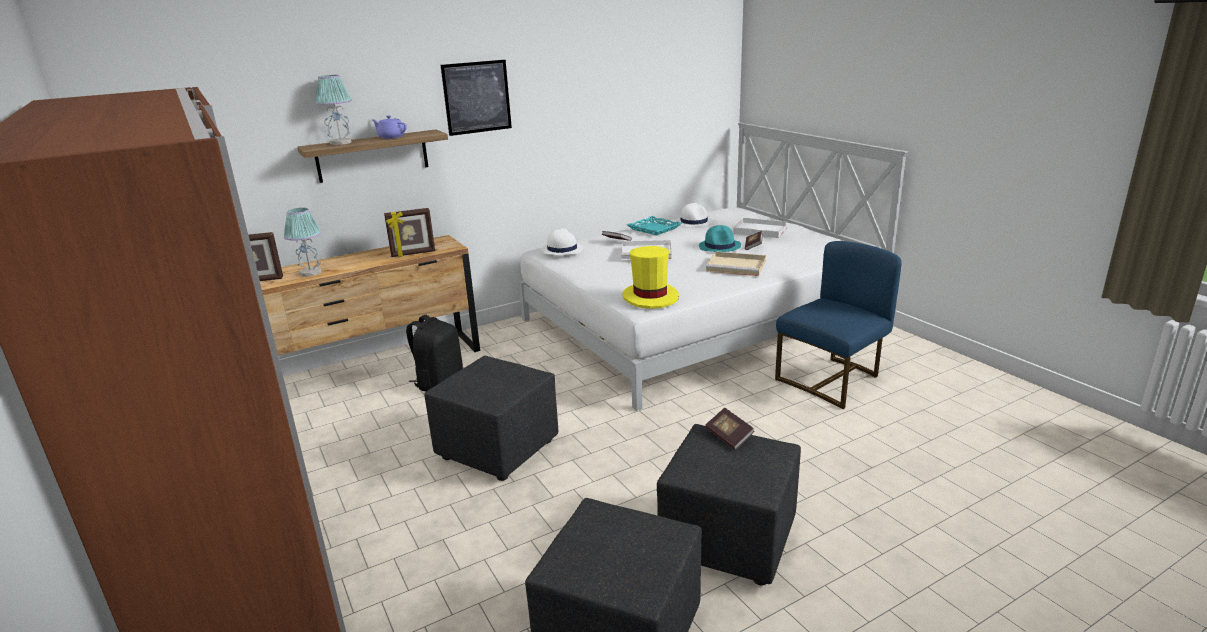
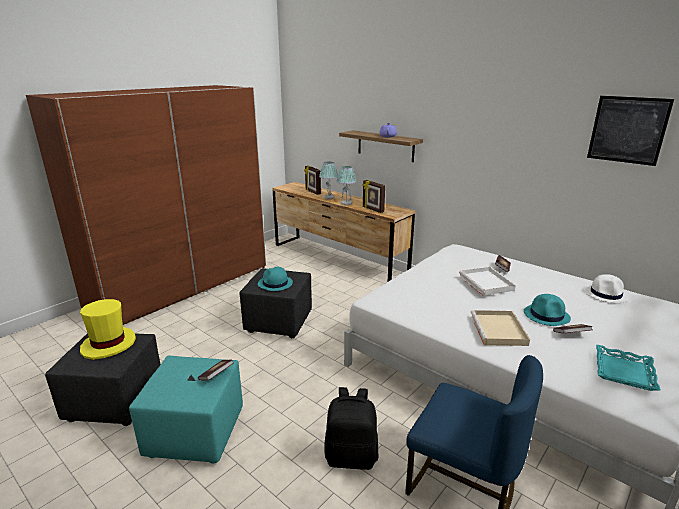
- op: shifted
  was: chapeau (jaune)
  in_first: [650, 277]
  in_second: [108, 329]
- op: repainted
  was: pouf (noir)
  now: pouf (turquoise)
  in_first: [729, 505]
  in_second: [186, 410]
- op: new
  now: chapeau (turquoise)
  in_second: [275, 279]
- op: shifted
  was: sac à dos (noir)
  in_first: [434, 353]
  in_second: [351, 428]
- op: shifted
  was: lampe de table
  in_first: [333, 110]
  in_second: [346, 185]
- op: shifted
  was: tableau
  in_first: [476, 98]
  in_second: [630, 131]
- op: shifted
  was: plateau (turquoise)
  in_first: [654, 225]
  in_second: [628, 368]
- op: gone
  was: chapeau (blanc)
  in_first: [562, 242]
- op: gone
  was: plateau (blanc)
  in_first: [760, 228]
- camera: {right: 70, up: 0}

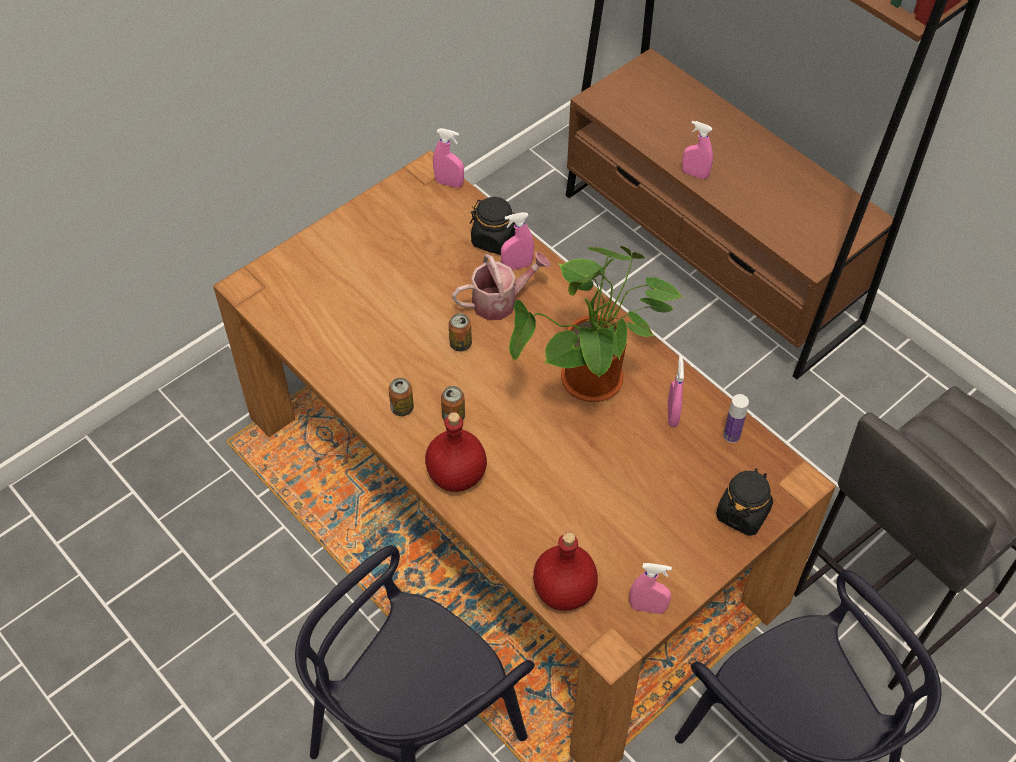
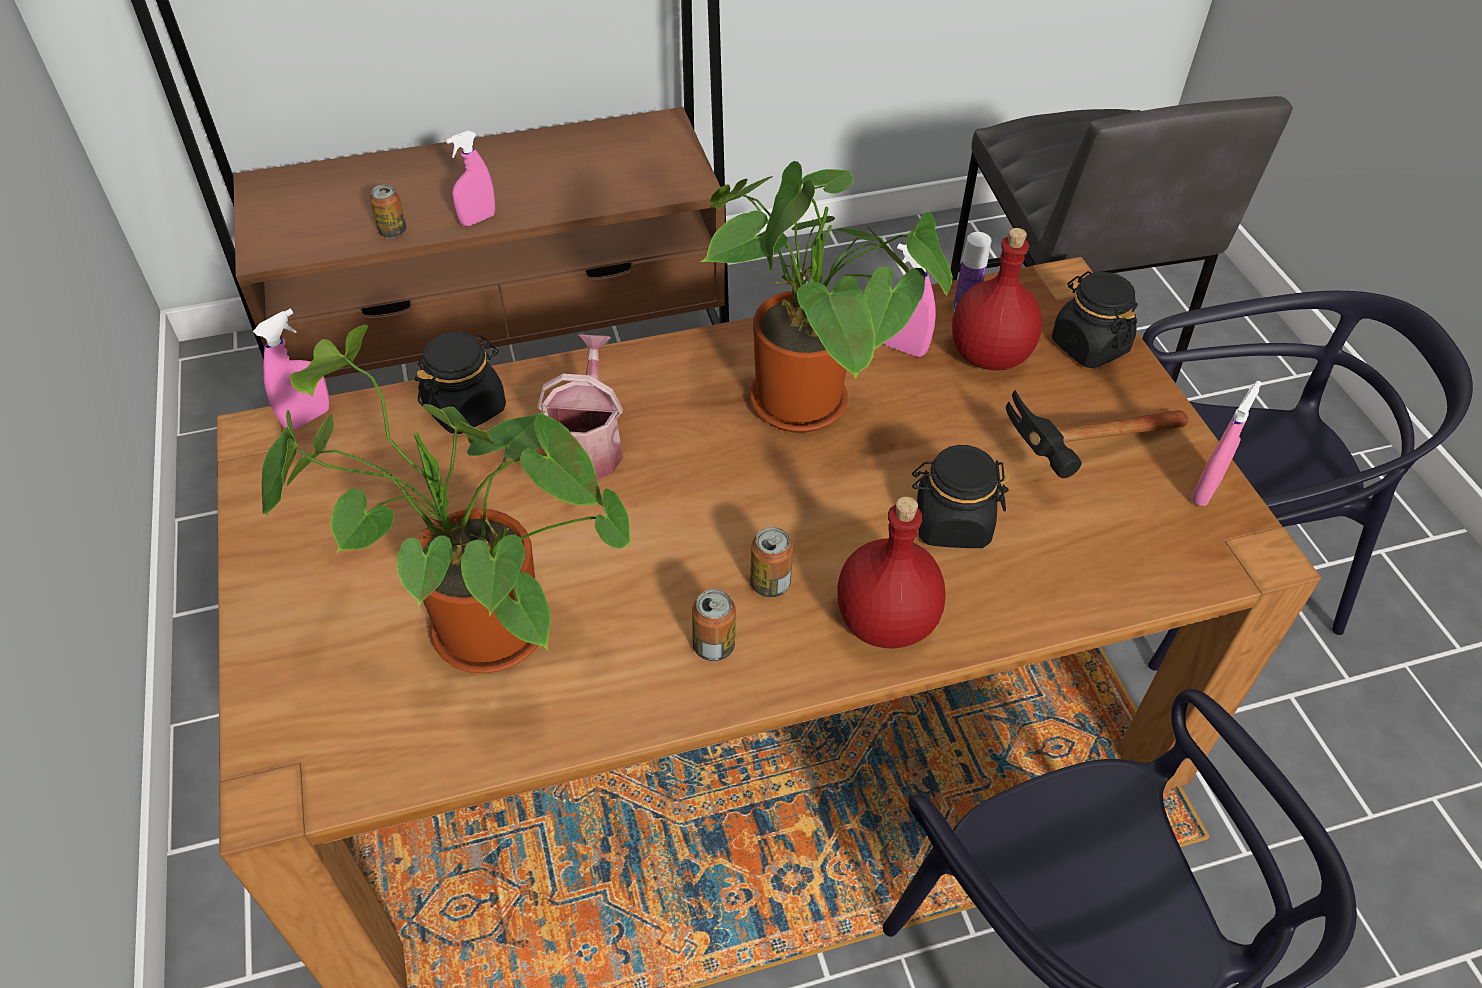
- op: new
  now: plante en pot
  in_second: [447, 499]
- op: shifted
  was: boîte métallique
  in_first: [460, 332]
  in_second: [388, 211]
- op: new
  now: bocal (noir)
  in_second: [961, 496]
- op: shifted
  was: bouteille (rouge)
  in_first: [565, 571]
  in_second: [997, 299]
- op: new
  now: marteau
  in_second: [1097, 434]
- op: gone
  was: vaporisateur (rose)
  in_first: [517, 241]
- camera: {right: -65, up: -5}

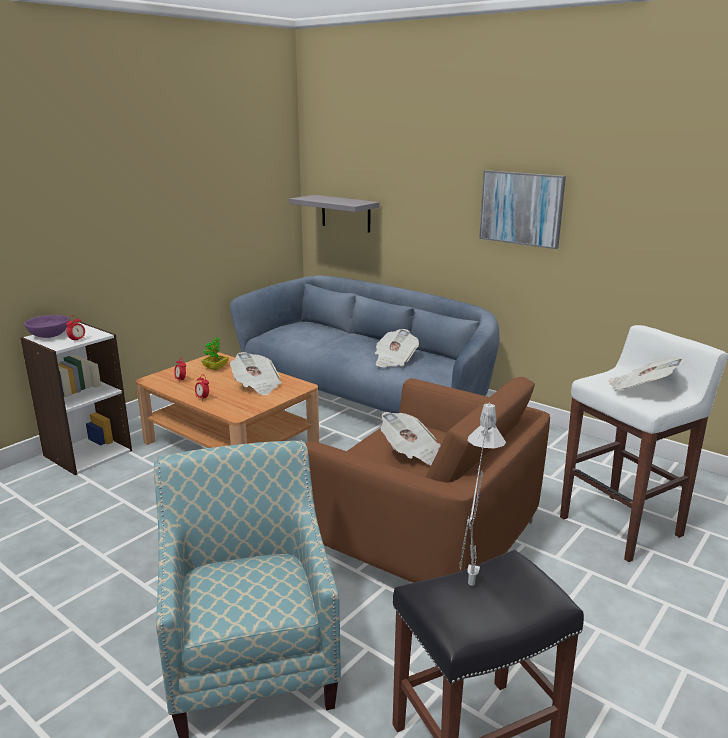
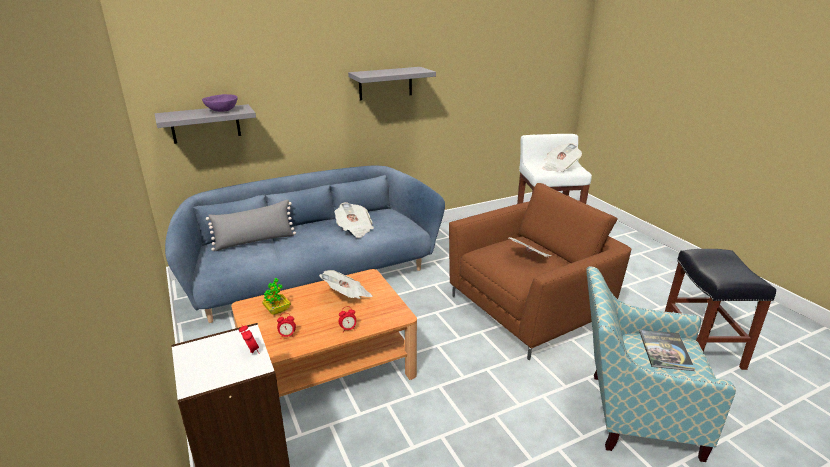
- op: shifted
  was: bol (violet)
  in_first: [47, 326]
  in_second: [220, 103]
- op: new
  now: coussin (gris)
  in_second: [251, 225]
- op: swapped
  was: tableau
  now: étagère (gris)
  in_first: [522, 209]
  in_second: [392, 83]
- op: new
  now: livre
  in_second: [667, 350]
- op: gone
  was: lampe de table (gris)
  in_first: [483, 494]
- camera: {right: -65, up: 5}

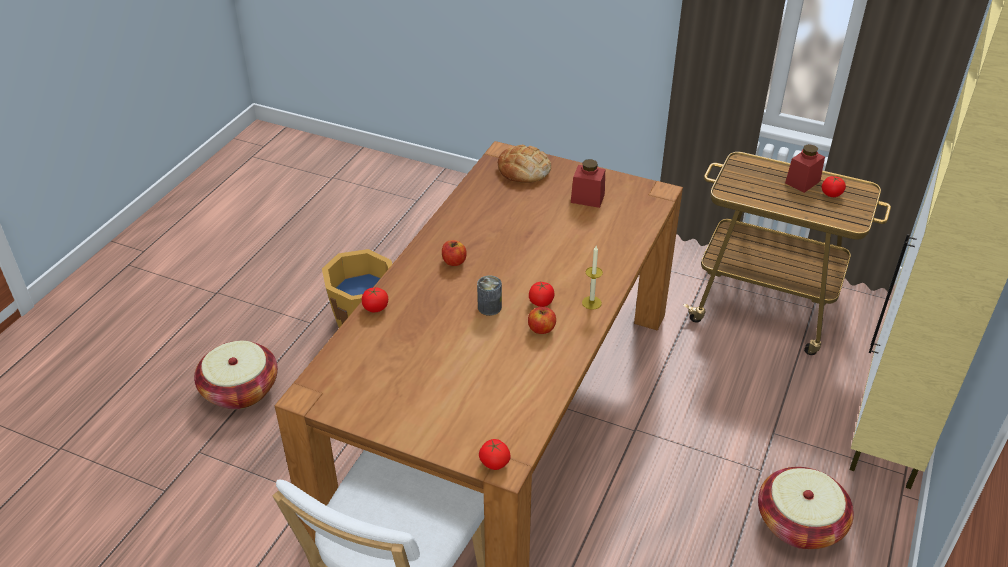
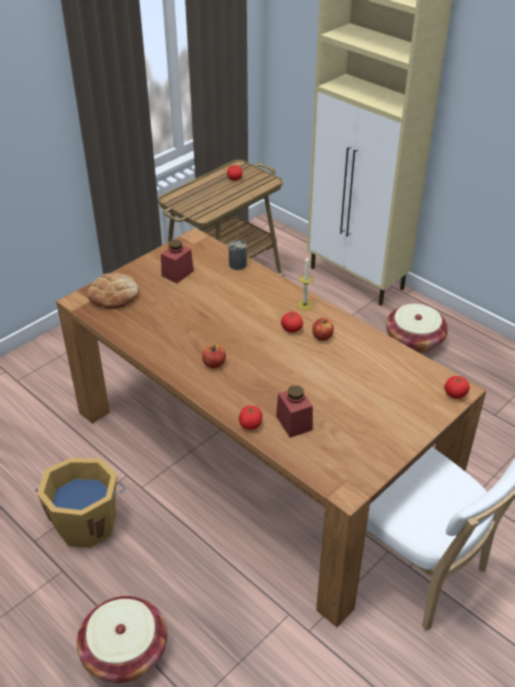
- op: shifted
  was: boîte métallique
  in_first: [489, 295]
  in_second: [237, 255]
- op: shifted
  was: bocal (rouge)
  in_first: [805, 168]
  in_second: [294, 411]
- camera: {right: -70, up: 0}

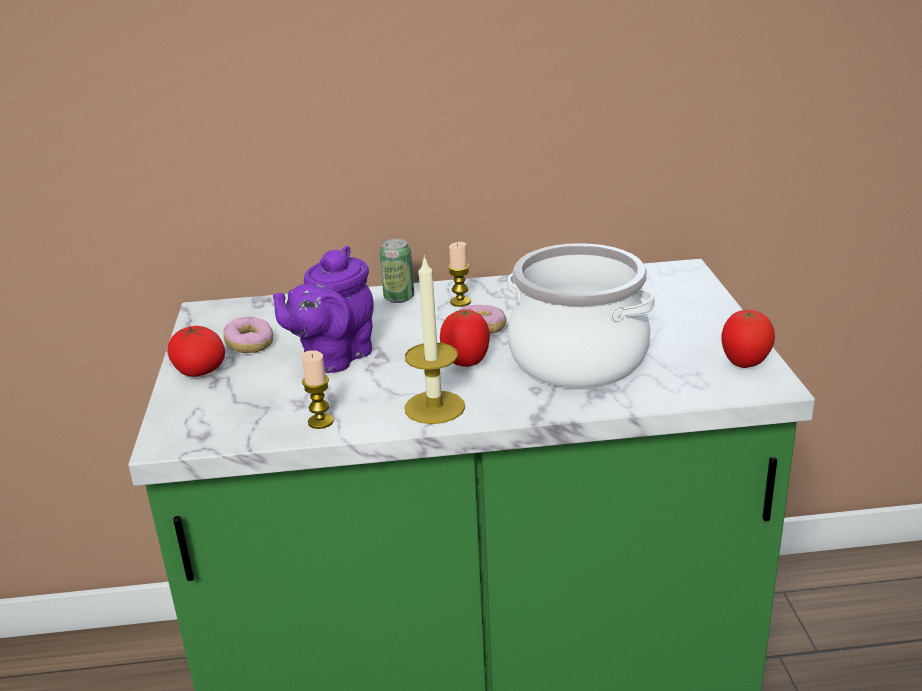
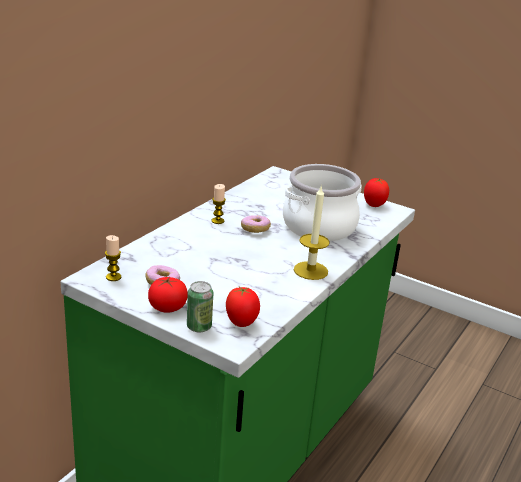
- op: shifted
  was: bougie
  in_first: [317, 389]
  in_second: [113, 258]
- op: shifted
  was: boîte métallique
  in_first: [397, 271]
  in_second: [200, 307]
- op: shifted
  was: tomate
  in_first: [465, 337]
  in_second: [243, 307]
- op: gone
  was: théière (violet)
  in_first: [323, 309]
- camera: {right: -55, up: 0}

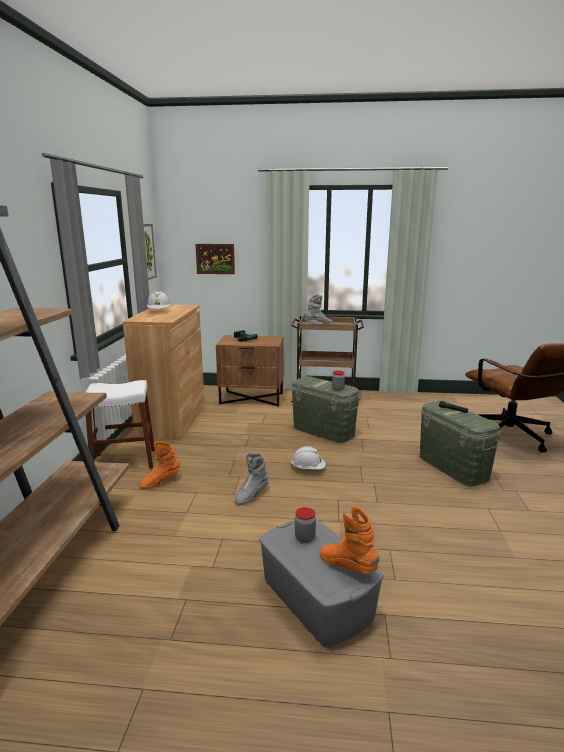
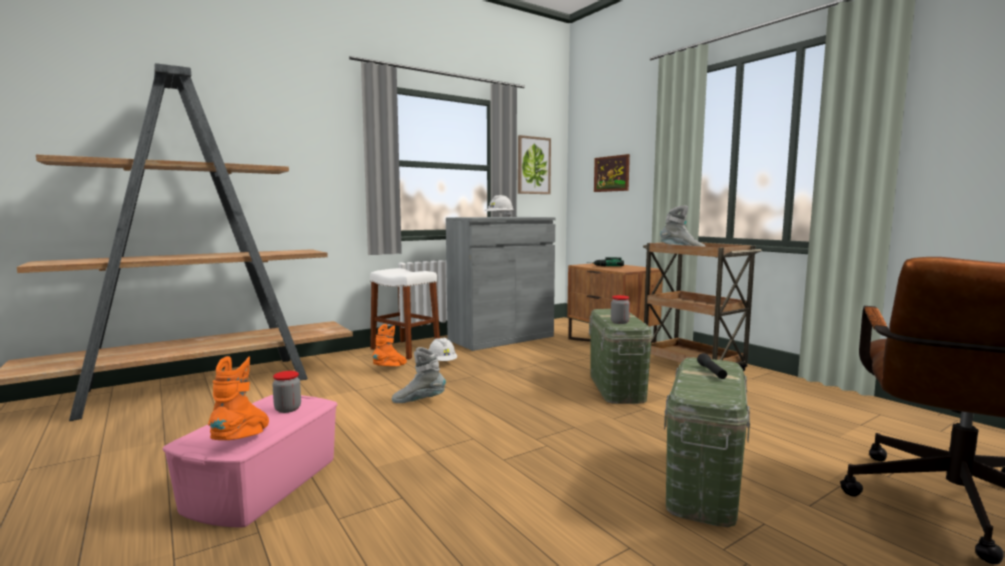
- op: repainted
  was: boîte de rangement (gris)
  now: boîte de rangement (rose)
  in_first: [321, 583]
  in_second: [250, 461]
- op: rotated
  was: botte (orange)
  in_first: [159, 465]
  in_second: [389, 345]
  clockwise: 105
- op: shifted
  was: casque de chantier (blanc)
  in_first: [308, 457]
  in_second: [442, 349]
- op: repainted
  was: meuble de rangement (marron)
  now: meuble de rangement (gris)
  in_first: [164, 372]
  in_second: [500, 284]
- camera: {right: 50, up: -10}

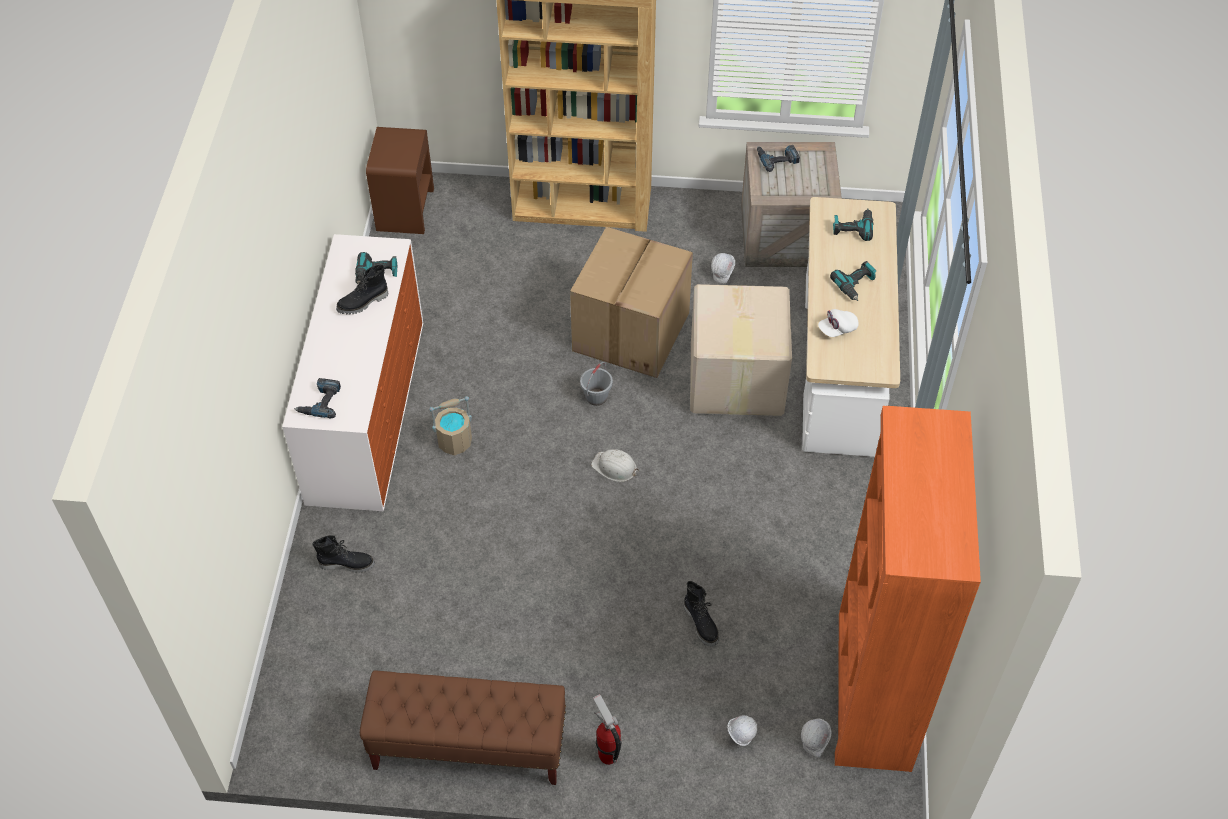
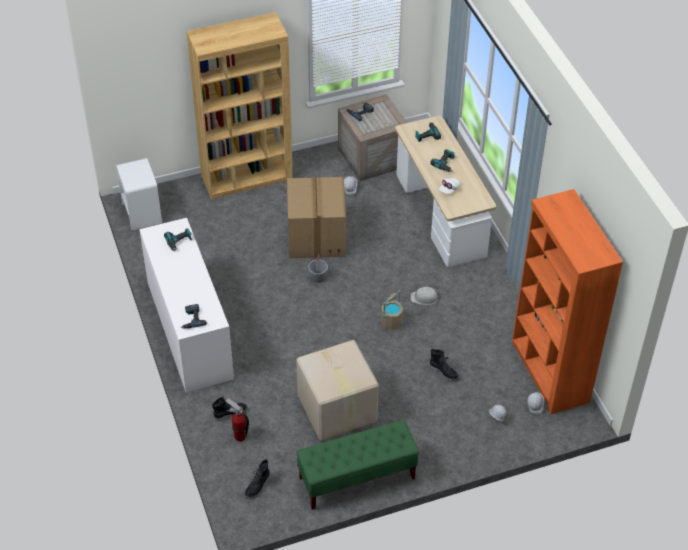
- op: repainted
  was: table de chevet (marron)
  now: table de chevet (blanc)
  in_first: [400, 180]
  in_second: [139, 194]
- op: shifted
  was: extincteur
  in_first: [607, 729]
  in_second: [237, 419]
- op: shifted
  was: botte (noir)
  in_first: [362, 289]
  in_second: [257, 479]
- op: shifted
  was: carton
  in_first: [741, 350]
  in_second: [337, 390]
- op: repainted
  was: banc (marron)
  now: banc (vert)
  in_first: [463, 727]
  in_second: [357, 465]
- op: shifted
  was: seau (beige)
  in_first: [450, 425]
  in_second: [392, 310]
- op: shifted
  was: casque de chantier (blanc)
  in_first: [615, 465]
  in_second: [425, 296]
- camera: {right: -25, up: -5}

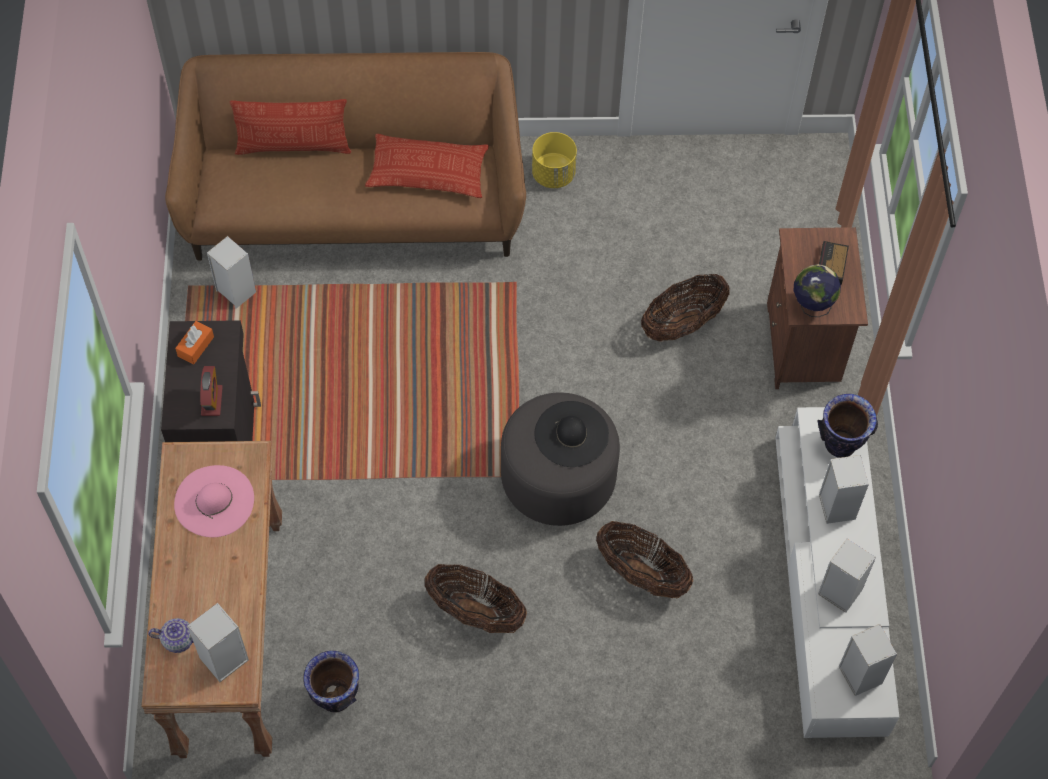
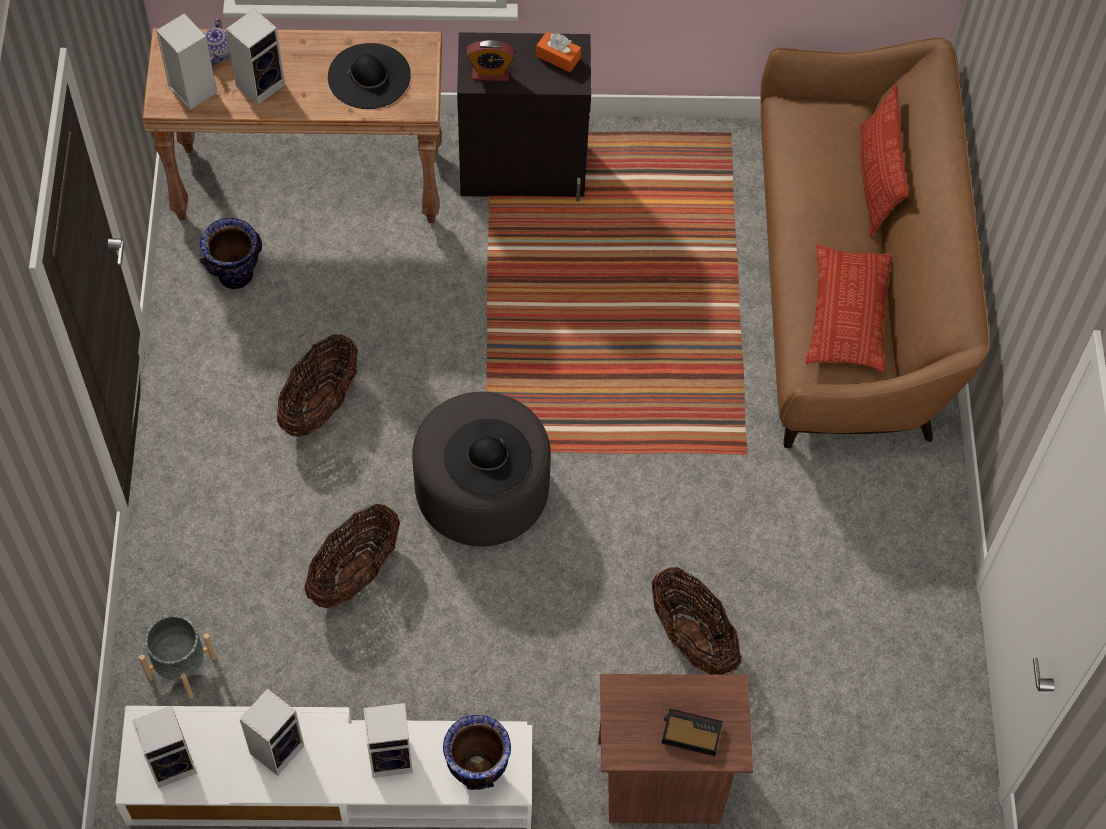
- op: new
  now: cache-pot (gris)
  in_second: [177, 657]
- op: shifted
  was: enceinte
  in_first: [231, 272]
  in_second: [255, 57]
- op: repainted
  was: chapeau (rose)
  now: chapeau (noir)
  in_first: [214, 501]
  in_second: [369, 76]
- op: gone
  was: cache-pot (jaune)
  in_first: [554, 160]
- op: gone
  was: globe
  in_first: [817, 290]
- camera: {right: 90, up: 0}

